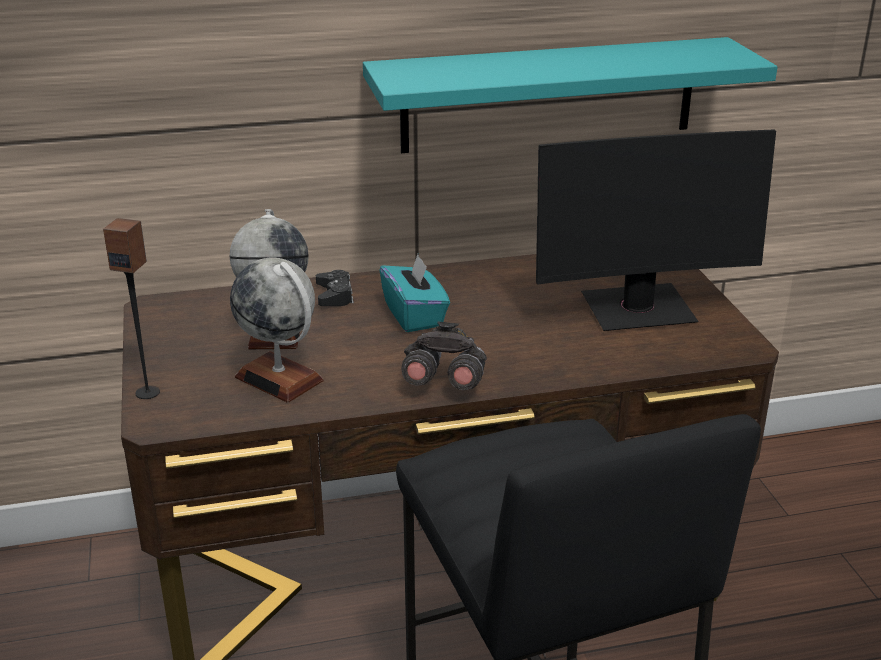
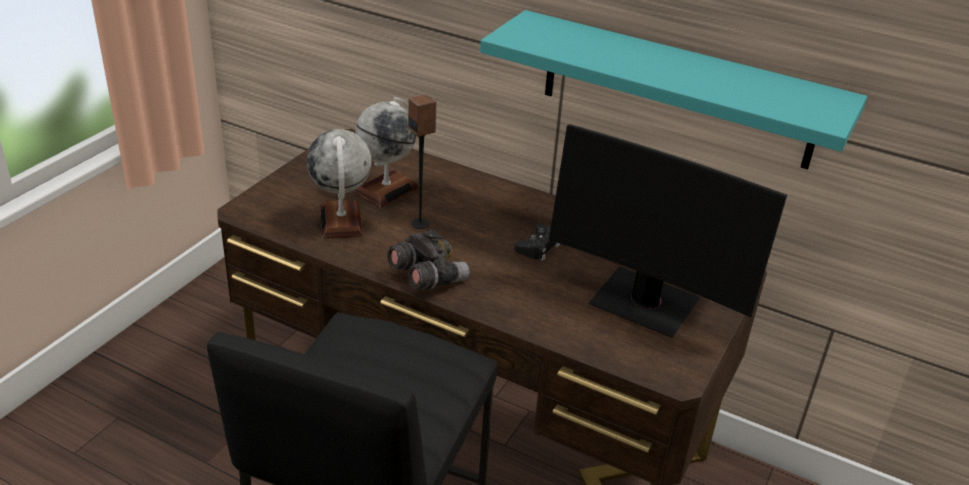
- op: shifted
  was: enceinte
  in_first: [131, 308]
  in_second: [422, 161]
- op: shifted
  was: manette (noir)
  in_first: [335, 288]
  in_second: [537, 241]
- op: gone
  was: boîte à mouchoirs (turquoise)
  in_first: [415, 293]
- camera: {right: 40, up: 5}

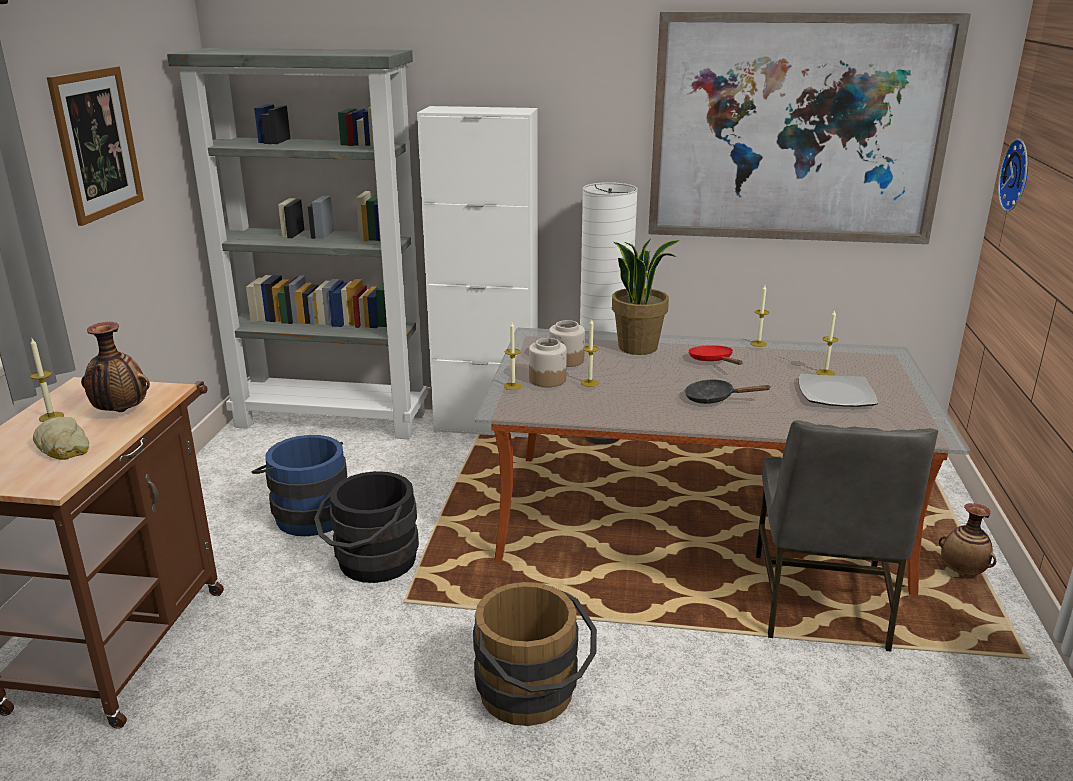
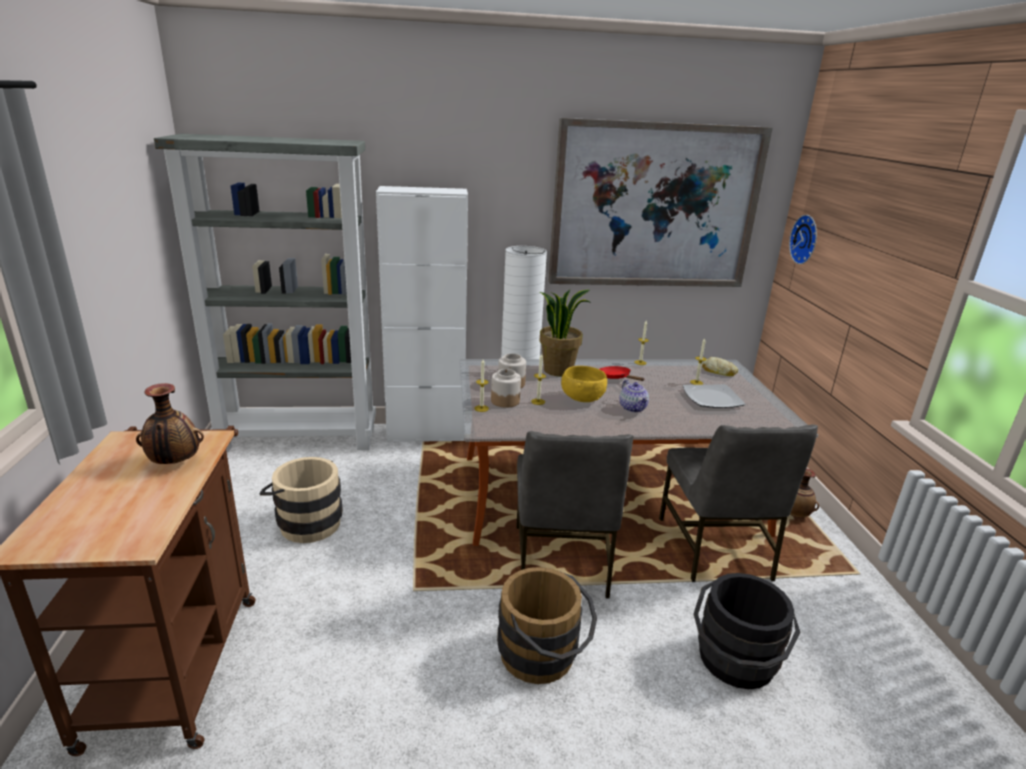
- op: repainted
  was: seau (bleu)
  now: seau (beige)
  in_first: [299, 485]
  in_second: [301, 500]
- op: new
  now: chaise (gris)
  in_second: [575, 515]
- op: new
  now: bol (jaune)
  in_second: [584, 384]
- op: swapped
  was: poêle (noir)
  now: théière
  in_first: [727, 391]
  in_second: [634, 396]
- op: shifted
  was: seau (noir)
  in_first: [366, 527]
  in_second: [747, 631]
- op: shifted
  was: pain
  in_first: [61, 438]
  in_second: [720, 366]
- op: gone
  was: bougie
  in_first: [47, 380]
- op: gone
  was: tableau
  in_first: [95, 146]
- camera: {right: -15, up: 0}

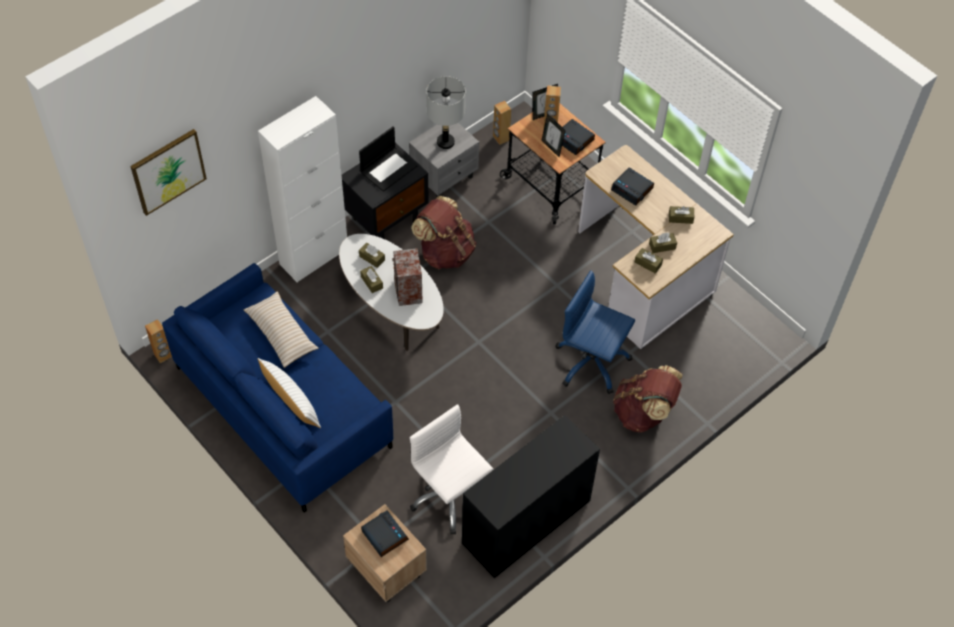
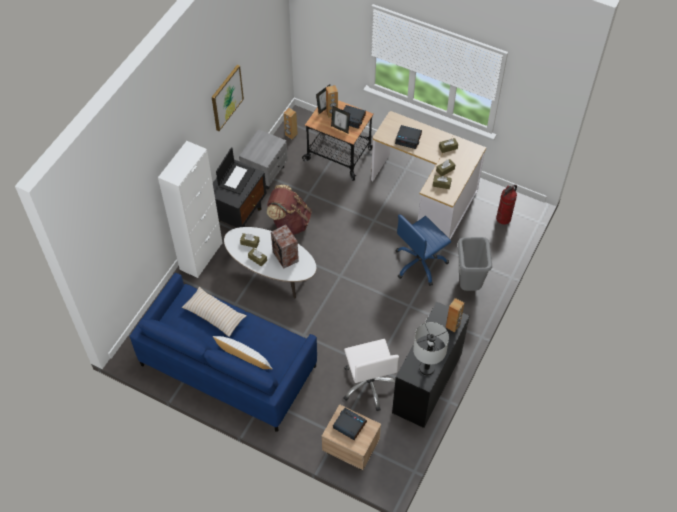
- op: shifted
  was: tableau
  in_first: [168, 172]
  in_second: [228, 98]
- op: rotated
  was: chaise de bureau (blanc)
  in_first: [452, 469]
  in_second: [371, 375]
  clockwise: -135
- op: rotated
  was: chaise de bureau (bleu)
  in_first: [595, 332]
  in_second: [423, 250]
  clockwise: -45
- op: shifted
  was: lampe de table (gris)
  in_first: [445, 112]
  in_second: [431, 349]
- op: shifted
  was: enceinte (marron)
  in_first: [158, 341]
  in_second: [455, 315]
- op: swapped
  was: sac à dos (marron)
  now: poubelle (gris)
  in_first: [648, 399]
  in_second: [474, 264]
- op: new
  now: extincteur
  in_second: [506, 205]
- camera: {right: -20, up: 0}

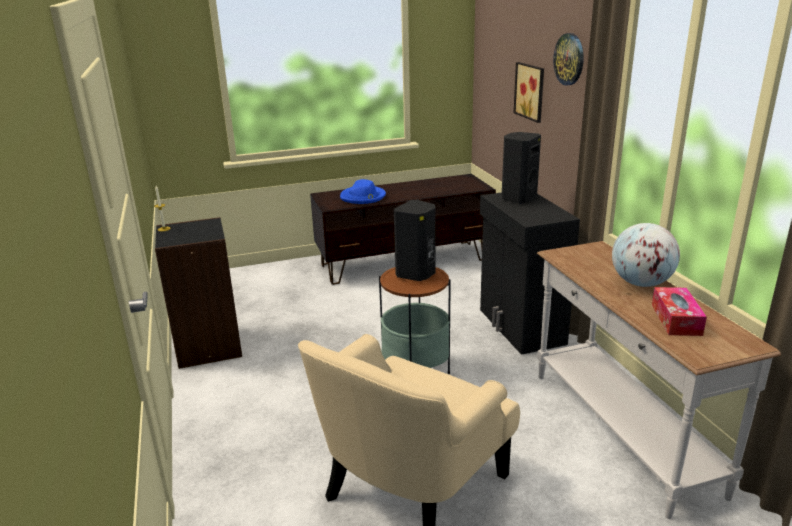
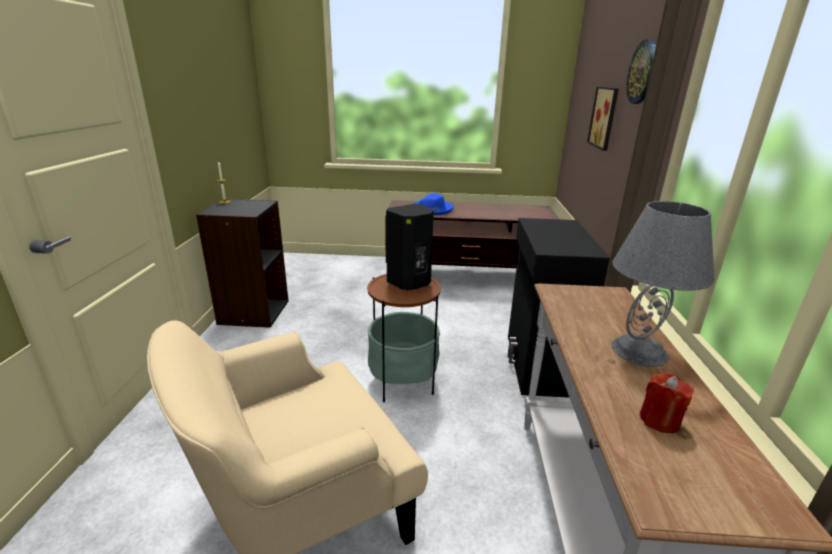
- op: swapped
  was: globe
  now: lampe de table (gris)
  in_first: [646, 255]
  in_second: [663, 284]
- op: swapped
  was: boîte à mouchoirs
  now: bougie (rouge)
  in_first: [679, 311]
  in_second: [667, 402]
- op: gone
  was: enceinte (noir)
  in_first: [521, 168]
- camera: {right: 20, up: 0}

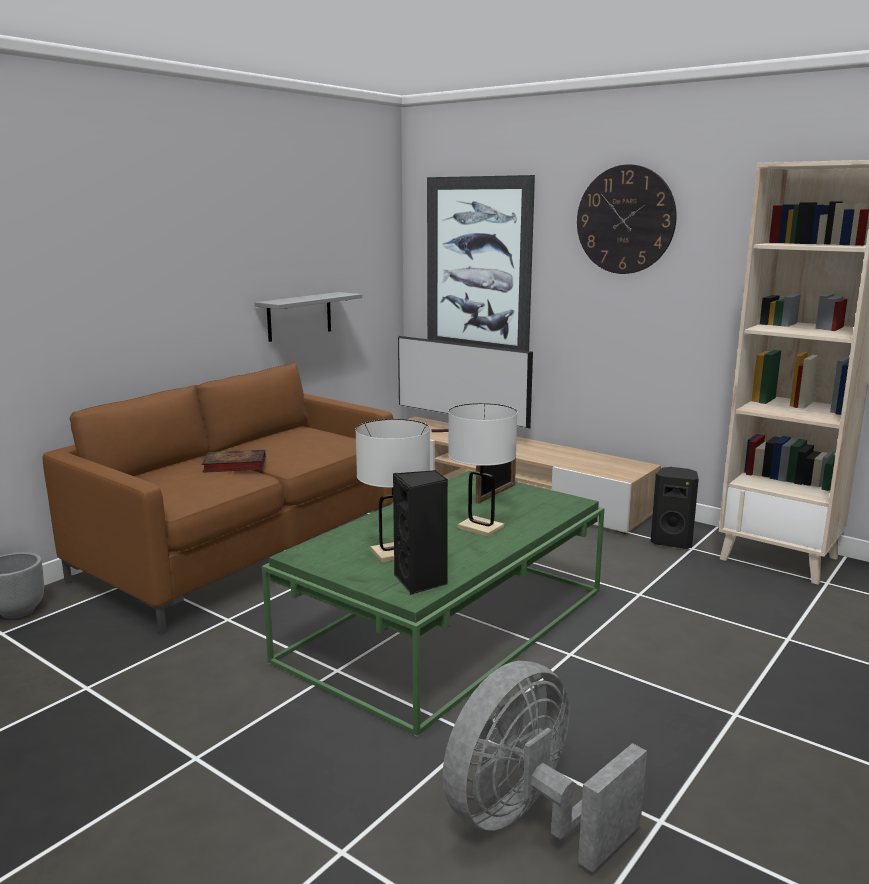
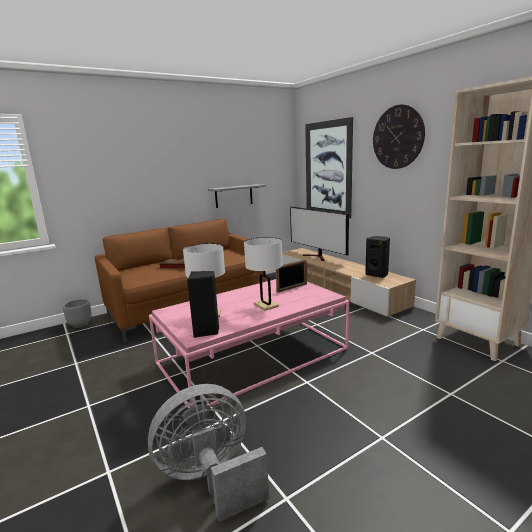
- op: repainted
  was: table basse (vert)
  now: table basse (rose)
  in_first: [433, 603]
  in_second: [249, 344]
- op: shifted
  was: enceinte (noir)
  in_first: [675, 508]
  in_second: [377, 257]
- camera: {right: 20, up: 0}

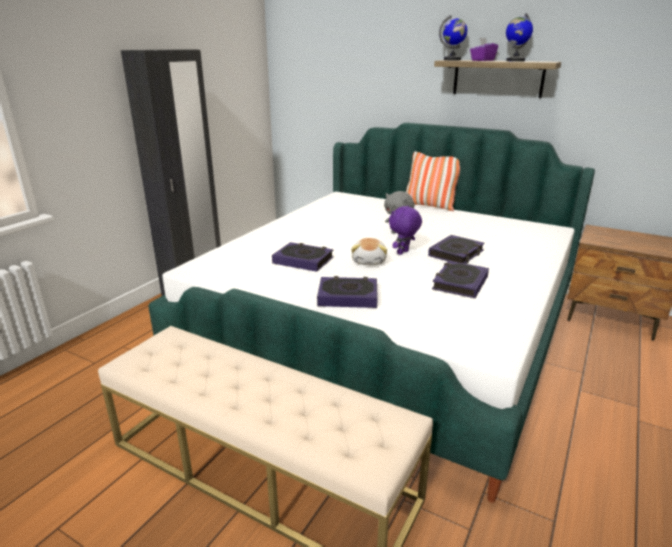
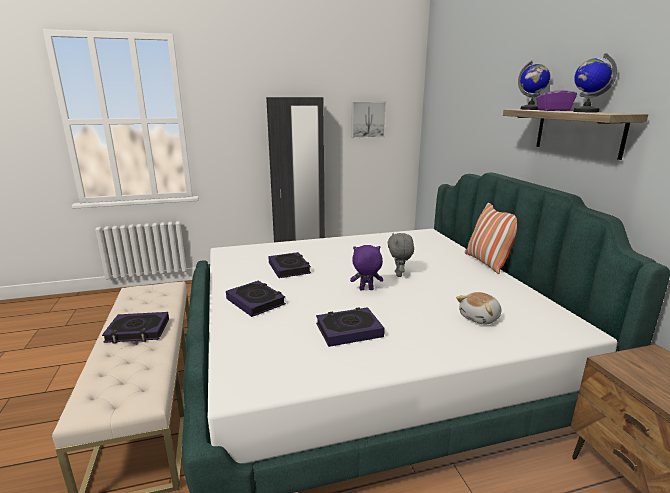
- op: shifted
  was: livre
  in_first: [456, 249]
  in_second: [135, 328]
- op: new
  now: tableau
  in_second: [368, 120]
- op: shifted
  was: peluche
  in_first: [369, 251]
  in_second: [478, 308]
- camera: {right: 45, up: -5}

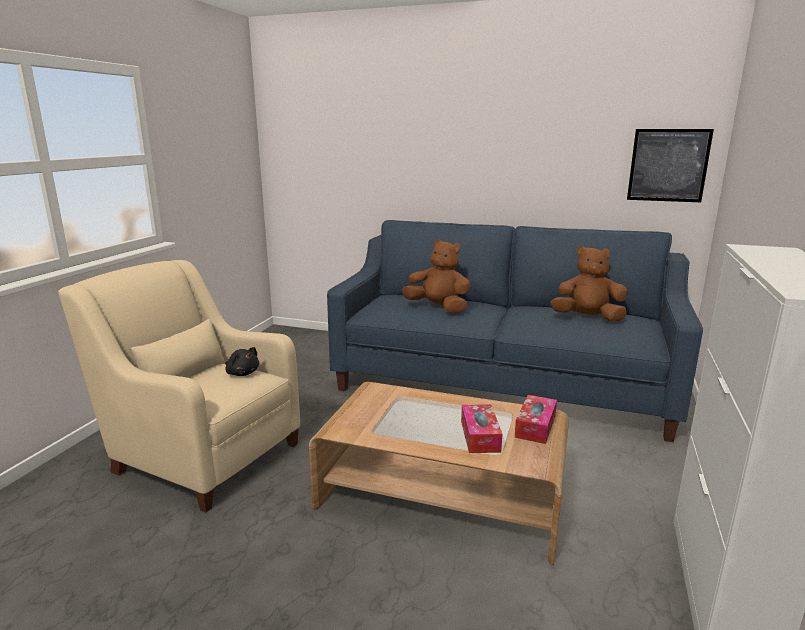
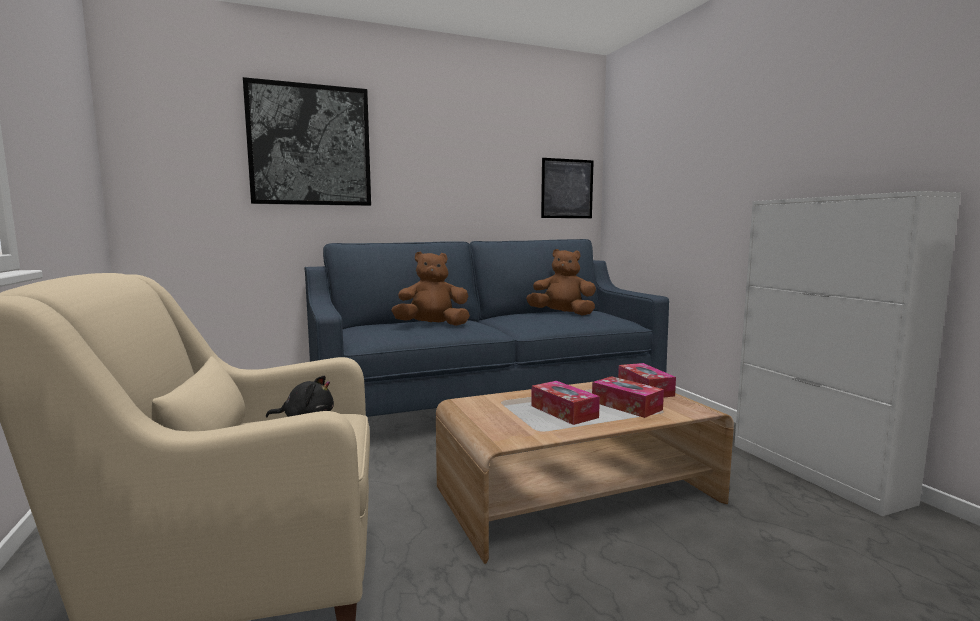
- op: new
  now: tableau
  in_second: [307, 141]
- op: rotated
  was: peluche (marron)
  in_first: [589, 283]
  in_second: [561, 282]
  clockwise: 45
- op: new
  now: boîte à mouchoirs
  in_second: [565, 403]
- camera: {right: -40, up: -10}

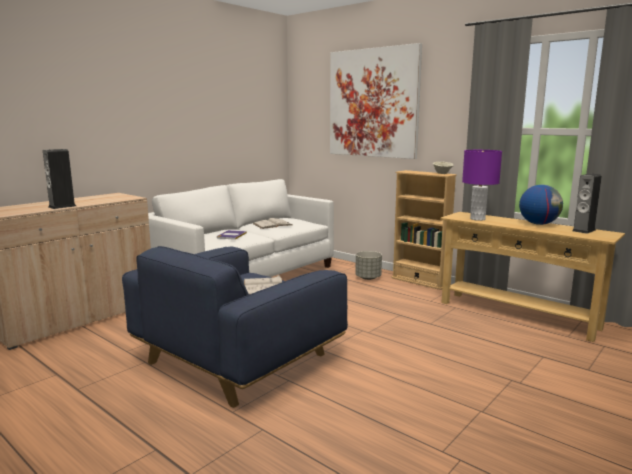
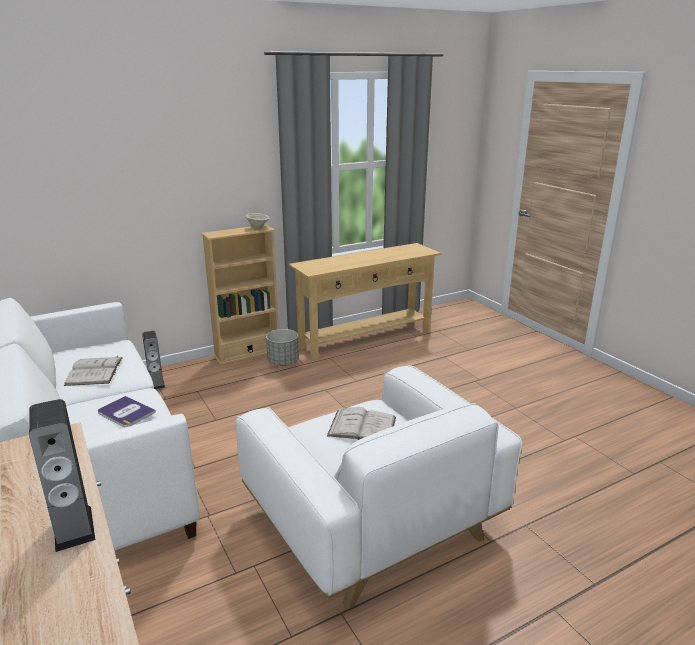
- op: shifted
  was: enceinte
  in_first: [587, 204]
  in_second: [153, 360]
- op: repainted
  was: fauteuil (bleu)
  now: fauteuil (blanc)
  in_first: [235, 327]
  in_second: [378, 487]
- op: shifted
  was: cache-pot (gris)
  in_first: [368, 265]
  in_second: [282, 347]
- op: gone
  was: tableau
  in_first: [376, 101]
- op: gone
  was: lampe de table (violet)
  in_first: [482, 185]
- op: gone
  was: globe
  in_first: [541, 205]
- camera: {right: -70, up: 10}

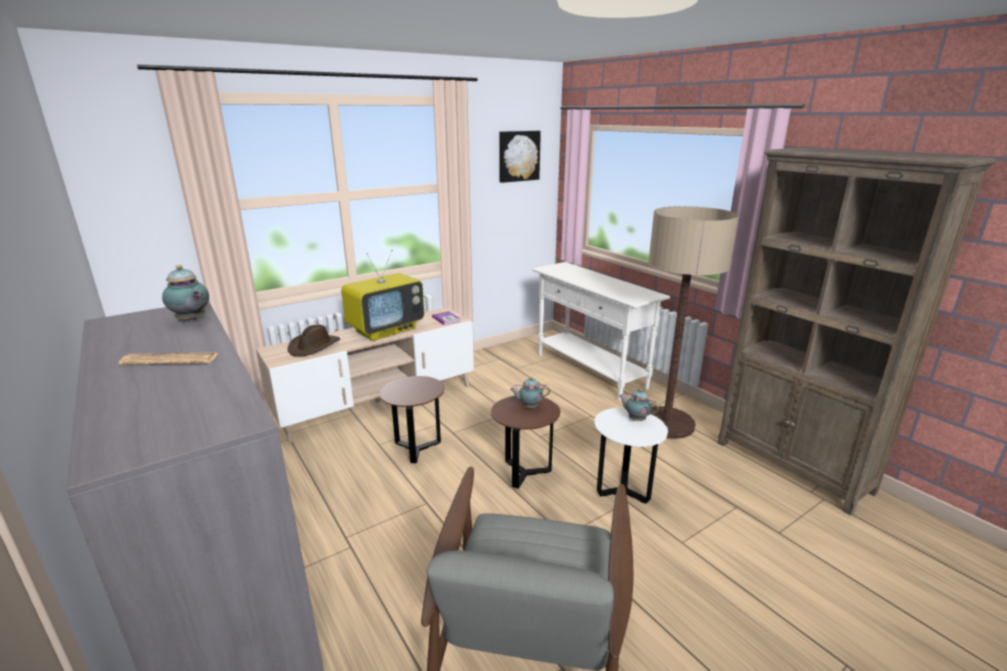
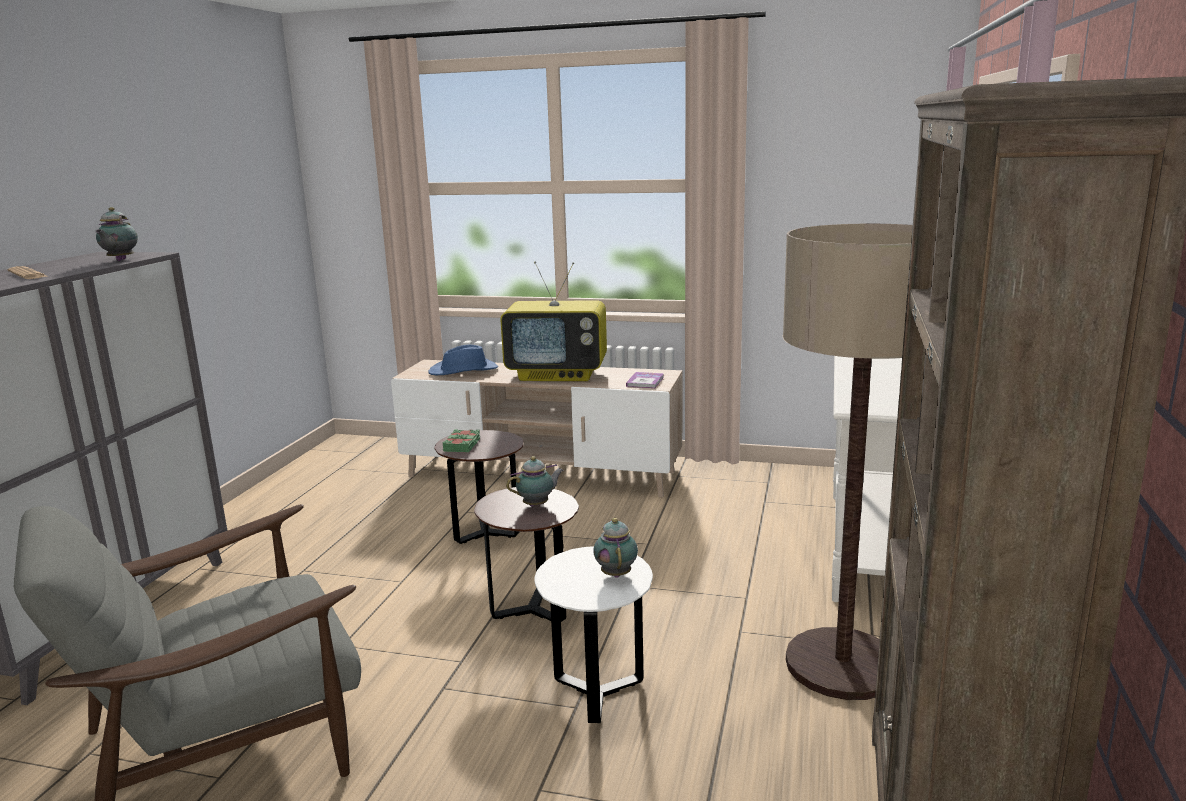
- op: repainted
  was: chapeau (marron)
  now: chapeau (bleu)
  in_first: [313, 341]
  in_second: [463, 360]
- op: new
  now: livre (vert)
  in_second: [461, 440]
- op: rotated
  was: théière
  in_first: [530, 392]
  in_second: [535, 481]
  clockwise: 105
- op: gone
  was: tableau
  in_first: [520, 157]
- camera: {right: 50, up: -5}

